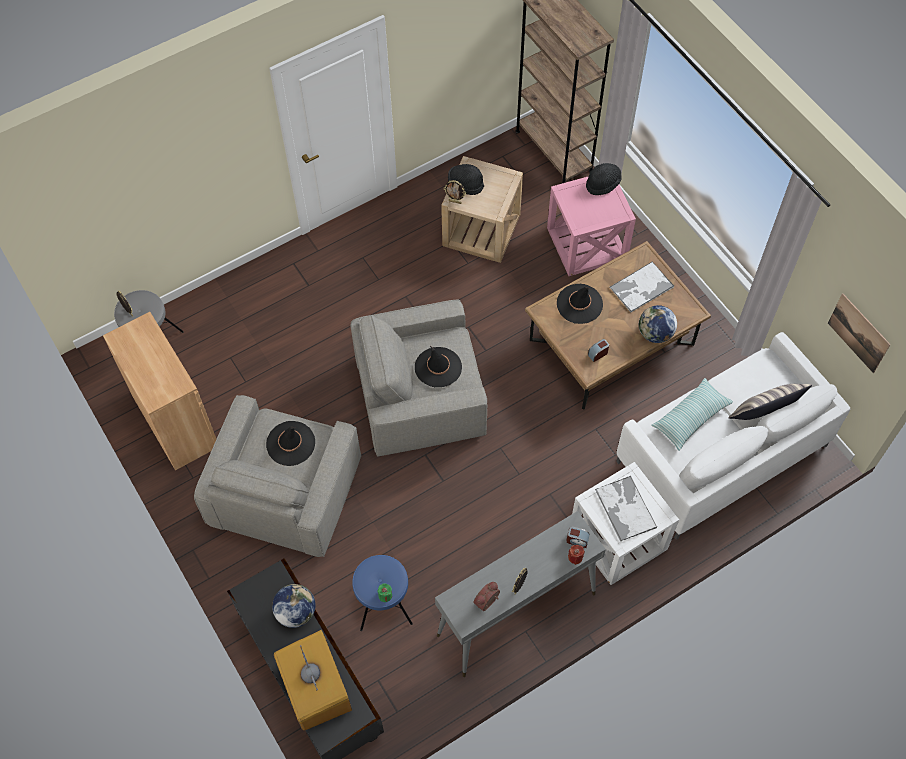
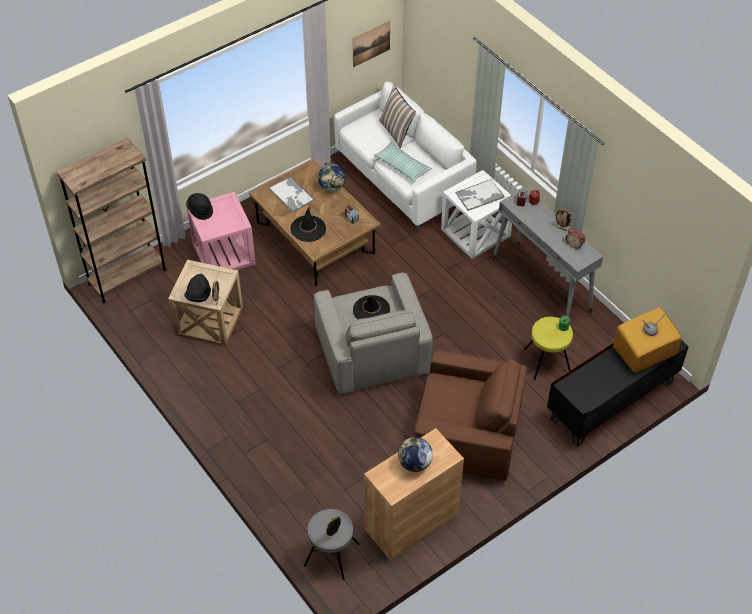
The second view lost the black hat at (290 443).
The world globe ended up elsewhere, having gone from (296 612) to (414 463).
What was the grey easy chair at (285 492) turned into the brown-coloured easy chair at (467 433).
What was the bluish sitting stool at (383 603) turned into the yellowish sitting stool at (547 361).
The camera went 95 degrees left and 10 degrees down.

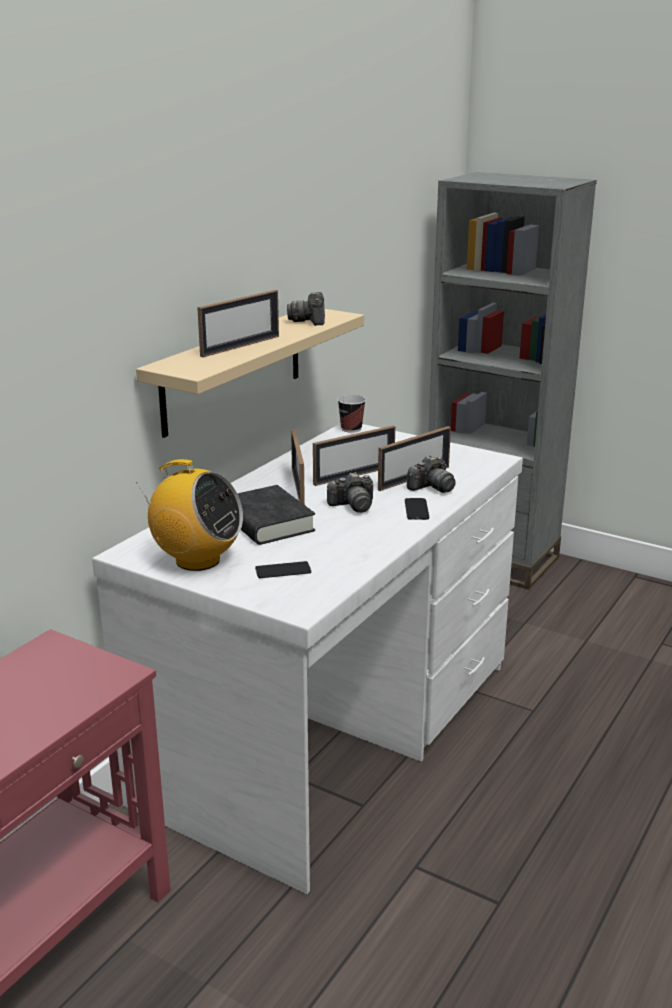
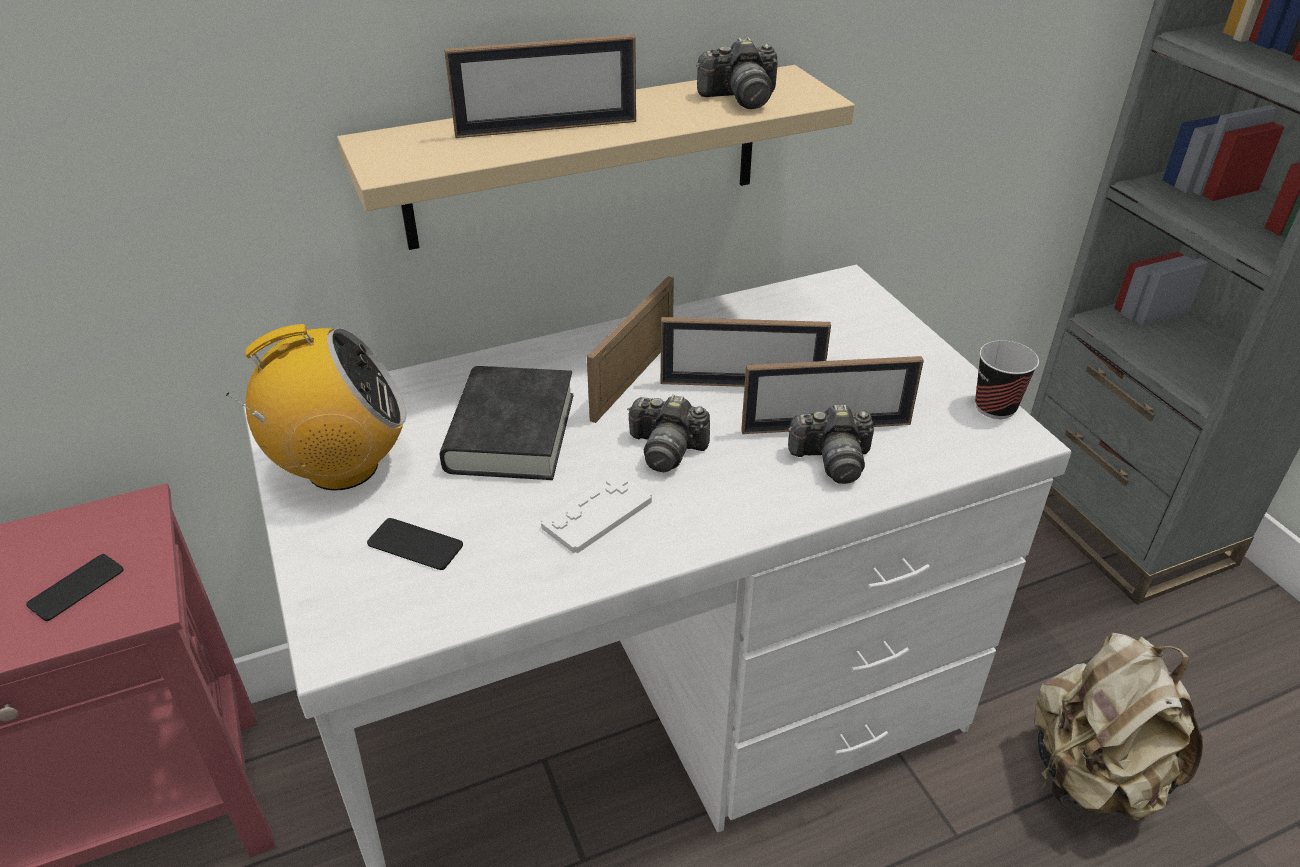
The second view gained the white-coloured game controller at (597 514).
The second view gained the beige rucksack at (1092 775).
The small cup ended up elsewhere, having gone from (351 429) to (995 407).
The handset ended up elsewhere, having gone from (416 509) to (76 588).
The radio at (197 560) ended up facing another way, 75 degrees counterclockwise from before.
The photo camera at (310 321) ended up facing another way, 135 degrees counterclockwise from before.
The camera went 35 degrees right and 15 degrees up.

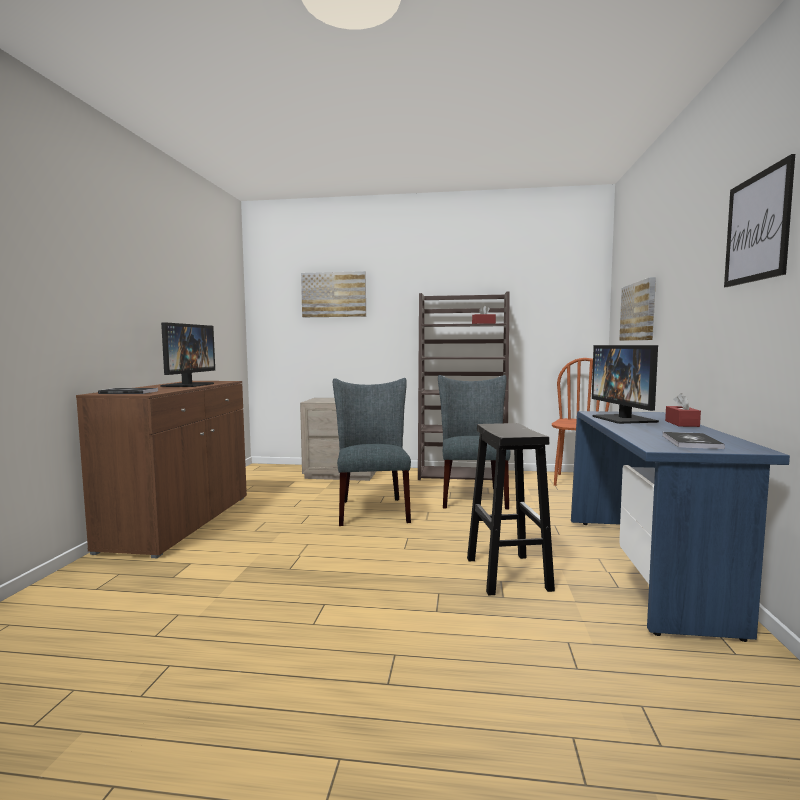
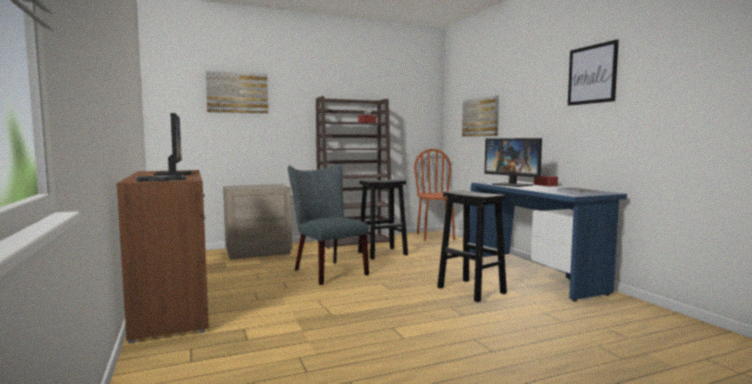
Where the grey upright chair stood at (472 496), the black sitting stool came to stand at (383 253).
The camera went 30 degrees left and 0 degrees up.

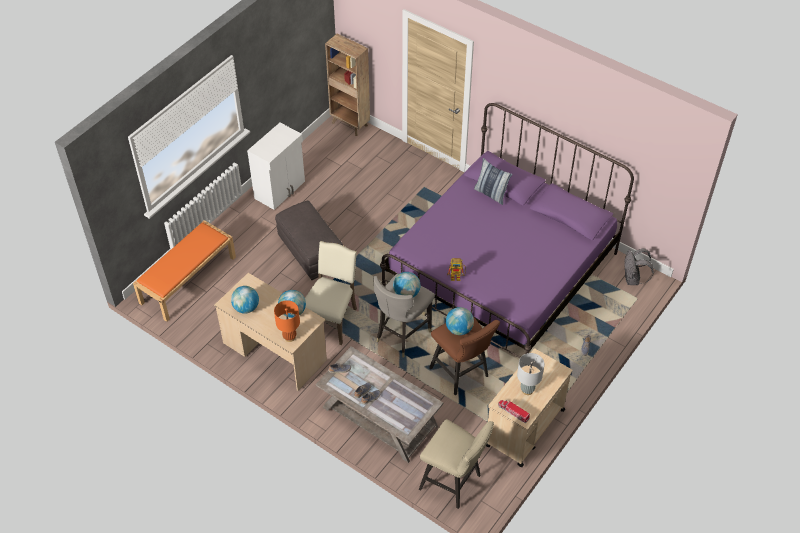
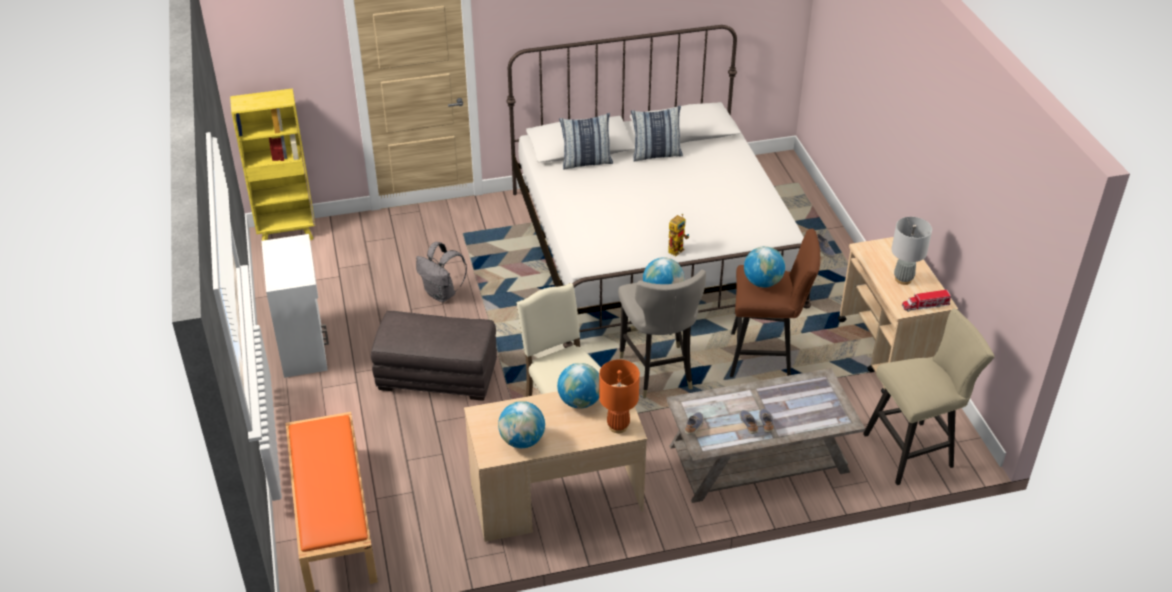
The second view gained the throw pillow at (656 154).
The grey rucksack ended up elsewhere, having gone from (633 279) to (442 294).
What was the brown-coloured bookcase at (350 124) turned into the yellowish bookcase at (288 234).
What was the purple sleeping bed at (500 269) turned into the white-coloured sleeping bed at (652 247).
The camera went 50 degrees left and 10 degrees down.

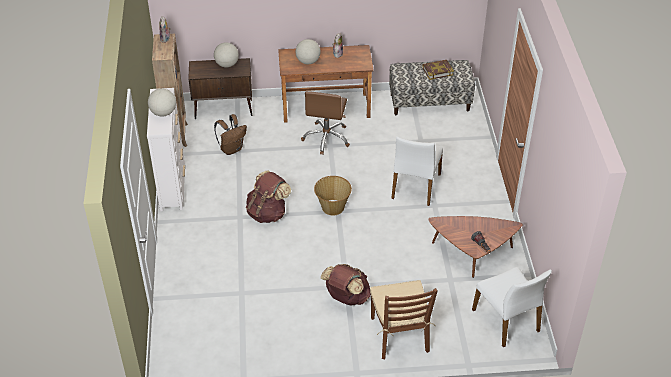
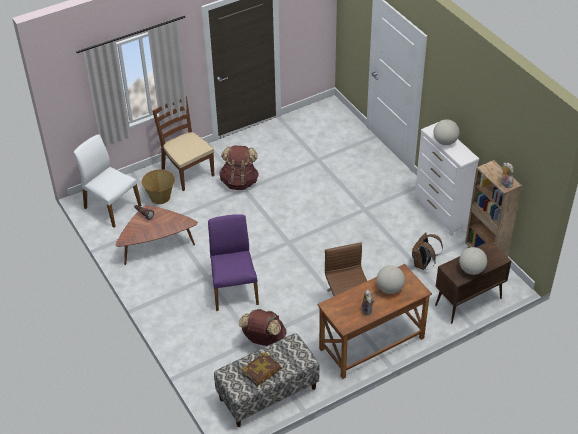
The brown-coloured rucksack ended up elsewhere, having gone from (268 213) to (263 339).
The household basket ended up elsewhere, having gone from (332 207) to (160 197).
What was the white-coloured upright chair at (415 186) turned into the purple upright chair at (234 289).
The camera went 155 degrees right and 0 degrees up.

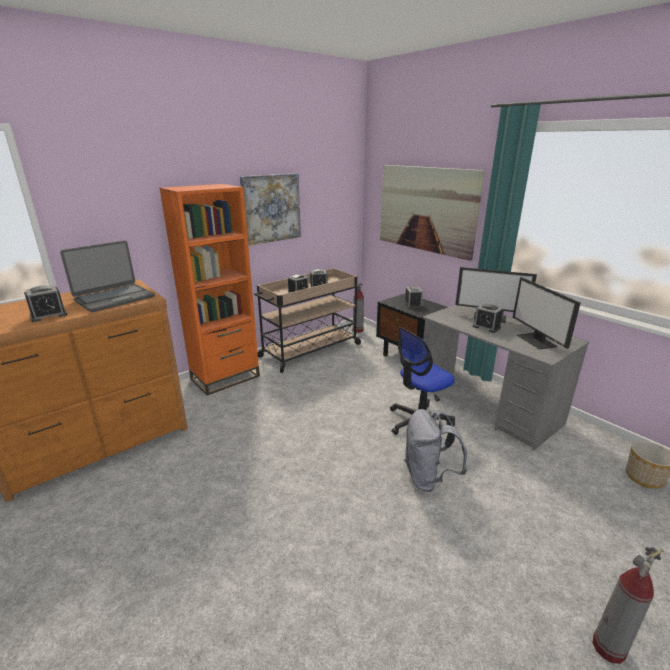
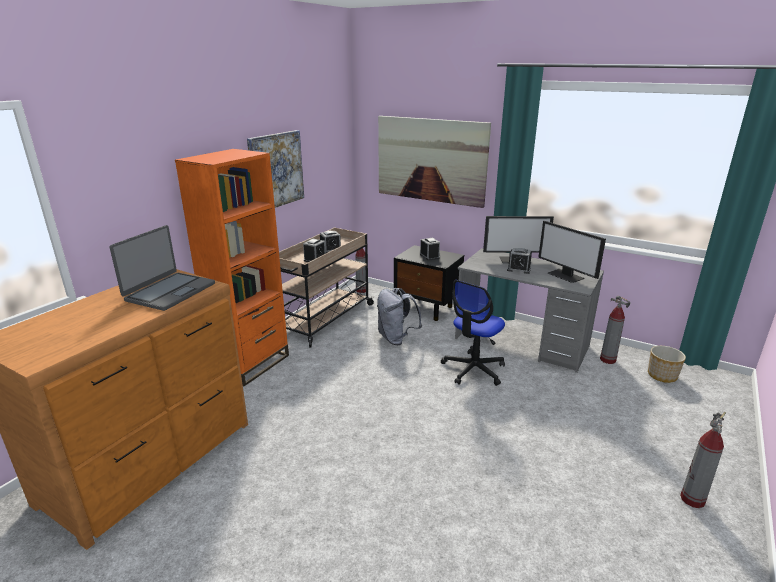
The second view lost the alarm clock at (48 315).
The second view gained the extinguisher at (607 360).
The grey rucksack ended up elsewhere, having gone from (428 478) to (396 339).
The camera went 20 degrees left and 0 degrees up.

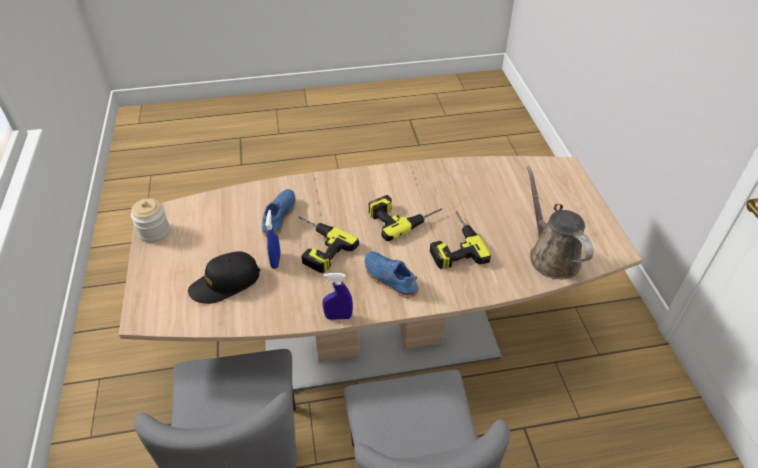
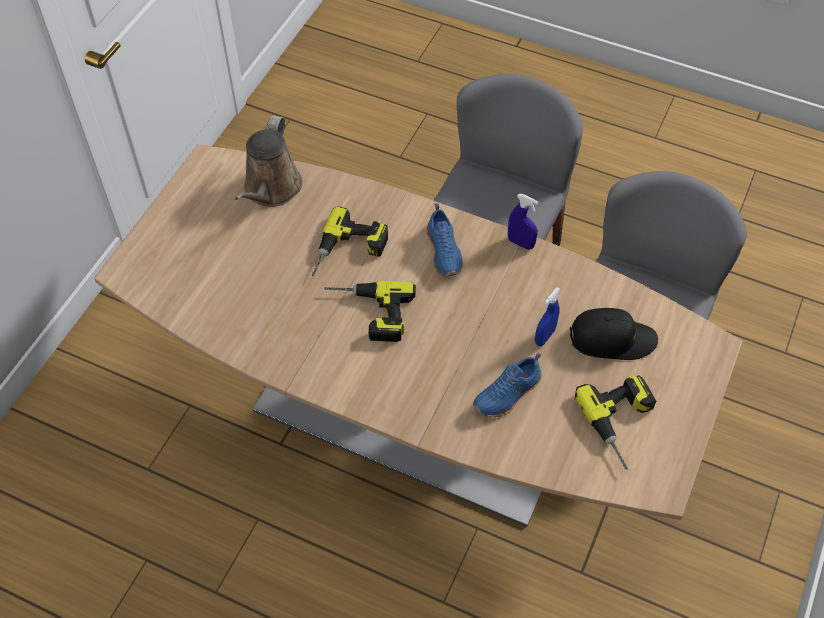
The second view lost the jar at (154 232).
The power drill ended up elsewhere, having gone from (316 246) to (624 423).
The camera went 145 degrees left and 10 degrees up.

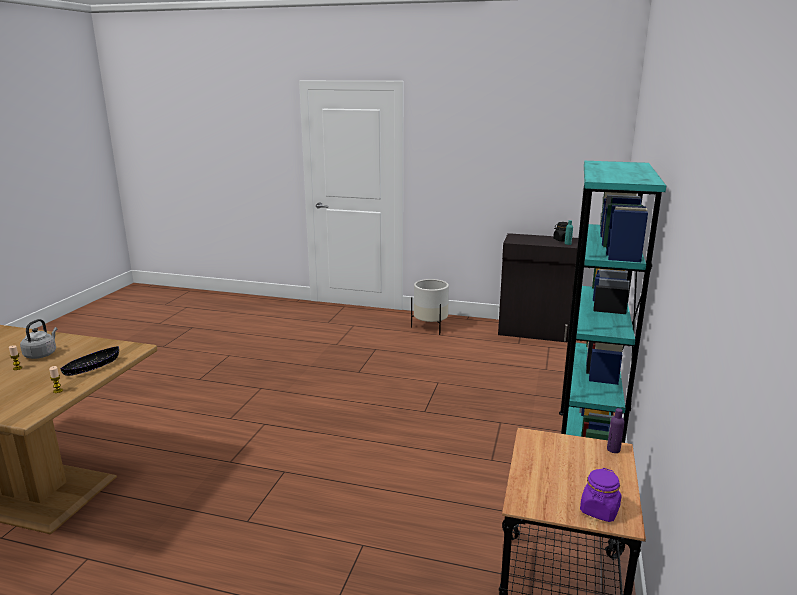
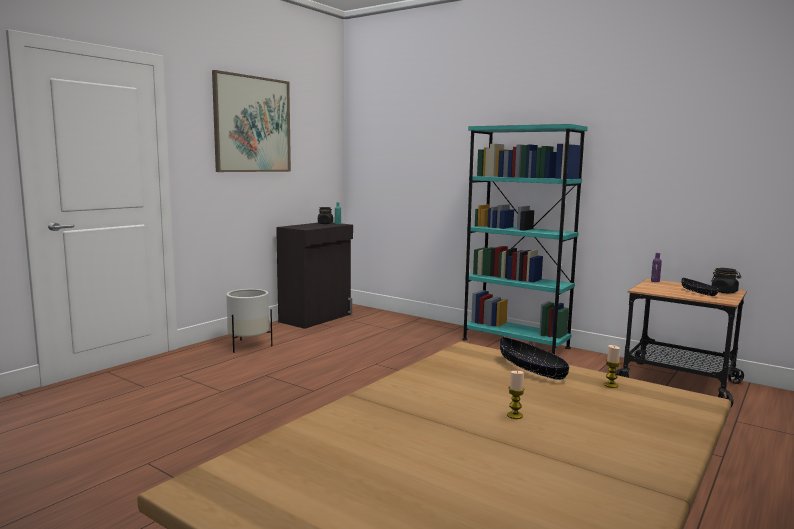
The second view lost the grey water kettle at (42 354).
The second view gained the picture at (252 124).
The second view gained the black serving bowl at (699 292).
What was the purple jar at (599 510) turned into the black jar at (724 292).
The camera went 70 degrees left and 10 degrees down.

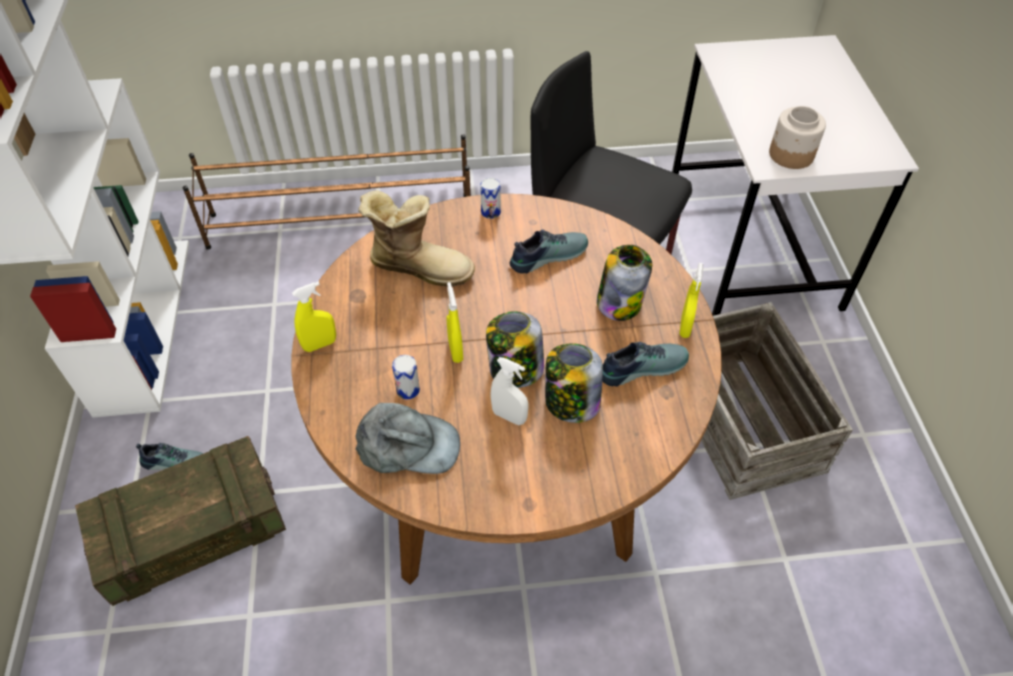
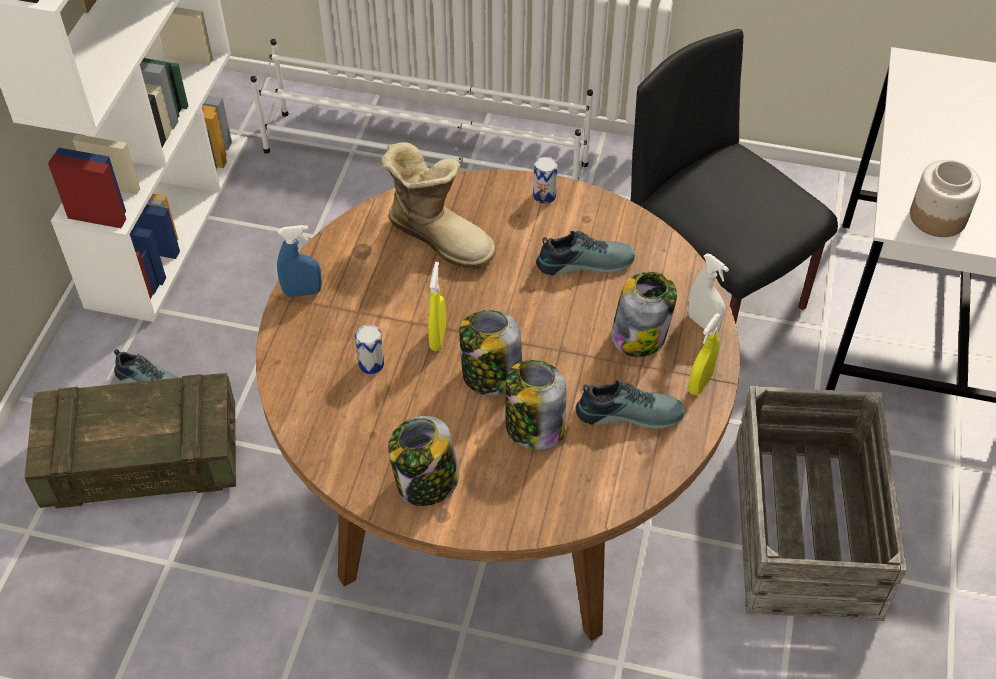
The second view lost the grey cap at (408 445).
The second view gained the jar at (426 483).
The white-coloured spray bottle ended up elsewhere, having gone from (509 416) to (703 323).
What was the brown-coloured shoe shelf at (342 222) turned into the white-coloured shoe shelf at (426 159).
What was the yellowish spray bottle at (320 344) turned into the bluish spray bottle at (302 292).
The camera went 20 degrees right and 0 degrees up.

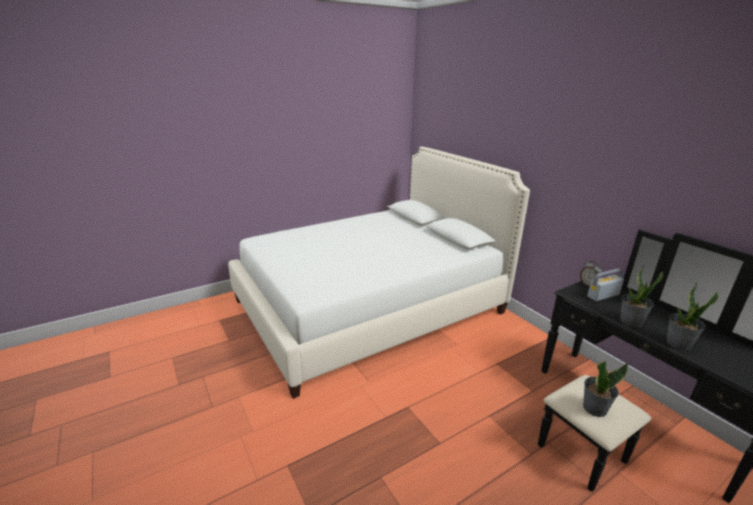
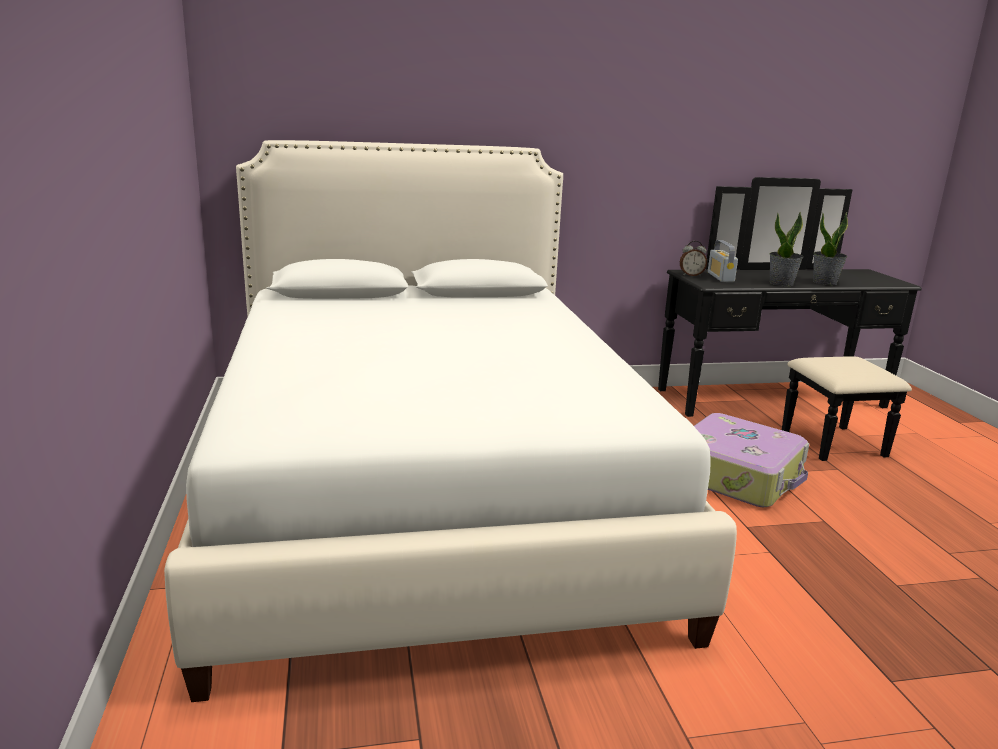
The second view lost the houseplant at (594 408).
The second view gained the suitcase at (737 475).
The camera went 70 degrees left and 5 degrees down.

